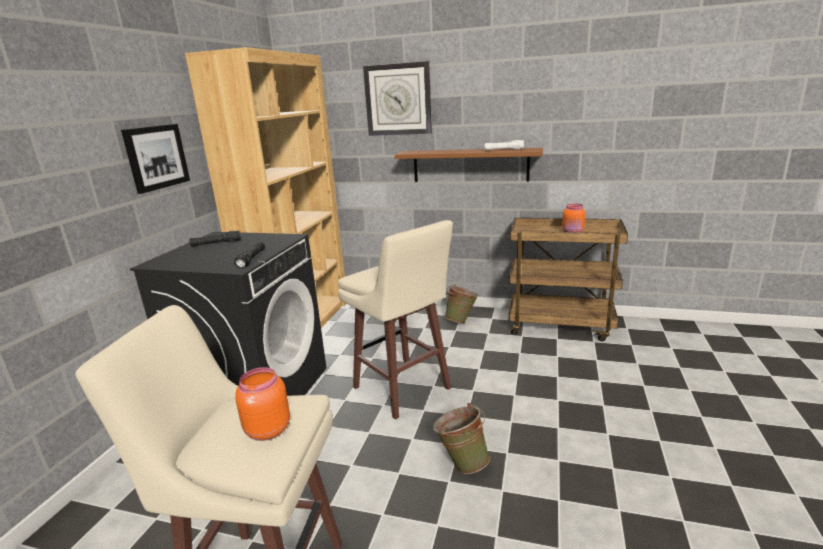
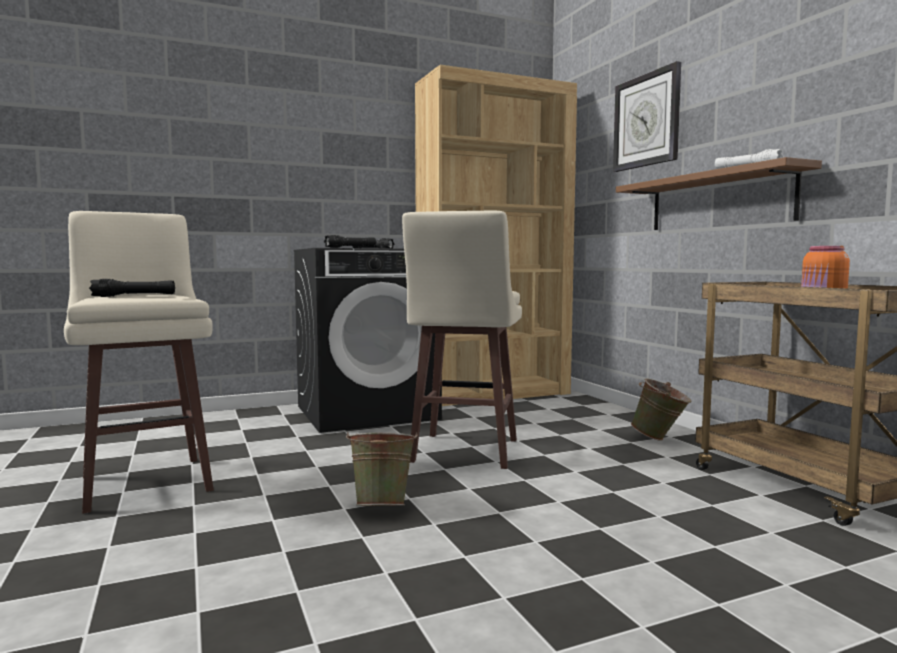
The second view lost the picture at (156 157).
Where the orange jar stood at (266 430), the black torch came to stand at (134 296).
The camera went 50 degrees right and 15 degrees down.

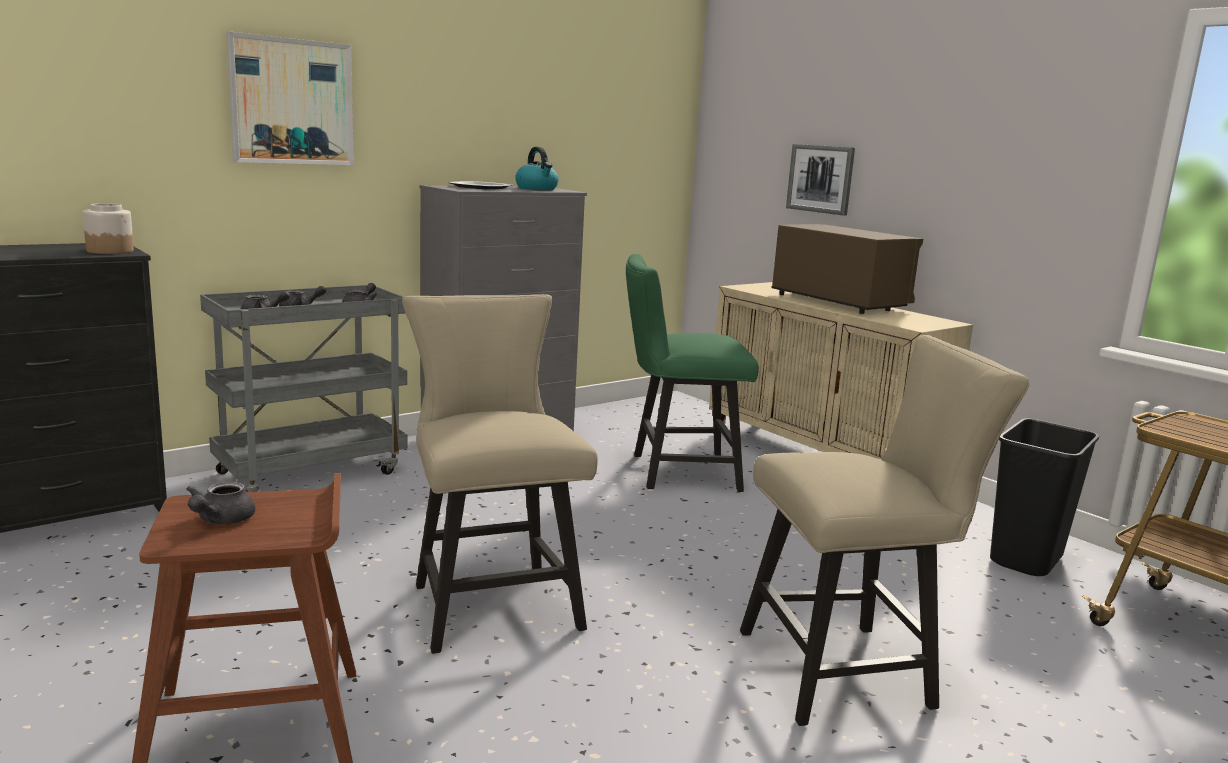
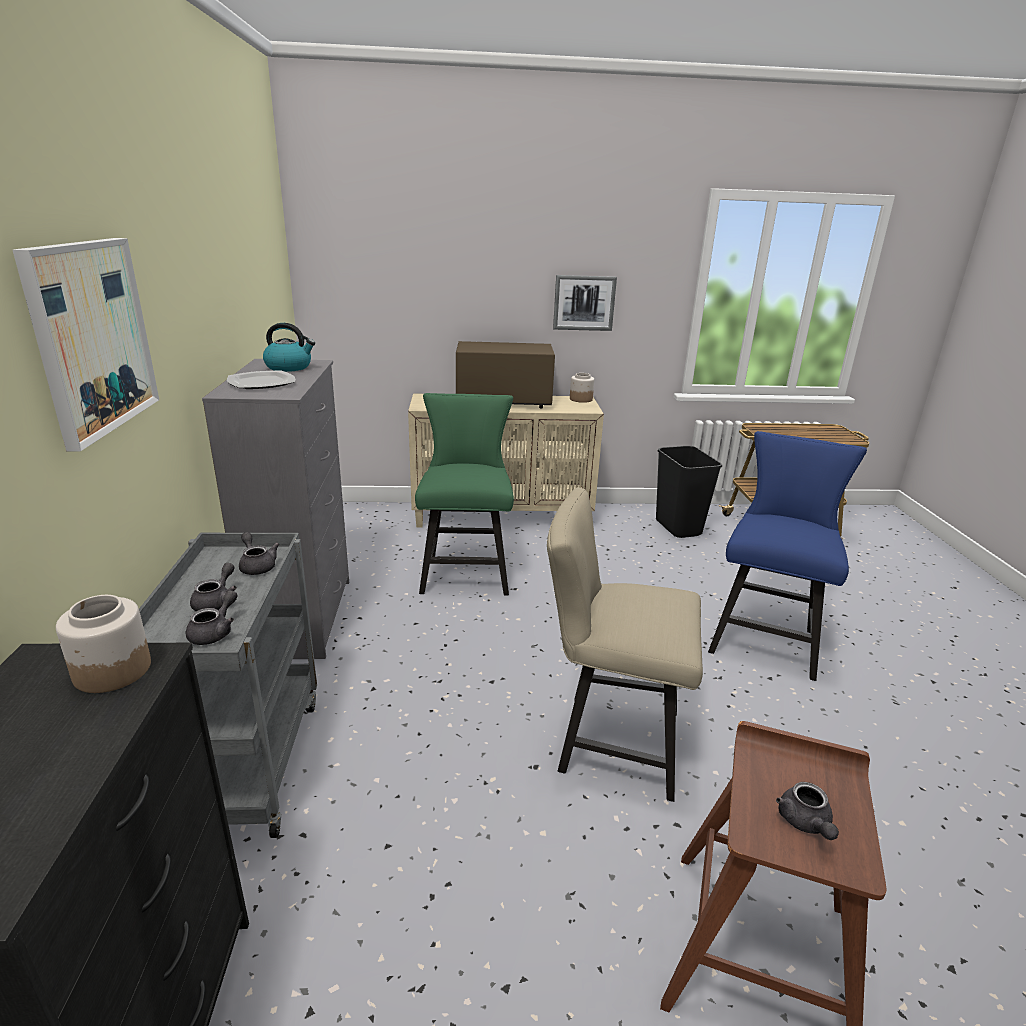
The second view gained the jar at (580 399).
The picture ended up elsewhere, having gone from (820 179) to (584 303).
What was the beige upright chair at (849 669) turned into the bluish upright chair at (765 637).
The grey tea pot at (220 520) ended up facing another way, 45 degrees clockwise from before.
The greenish upright chair at (676 472) ended up facing another way, 150 degrees clockwise from before.
The camera went 55 degrees left and 10 degrees up.

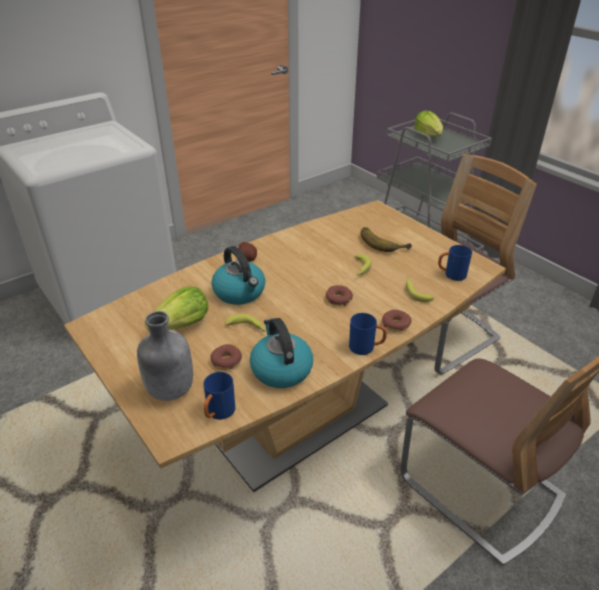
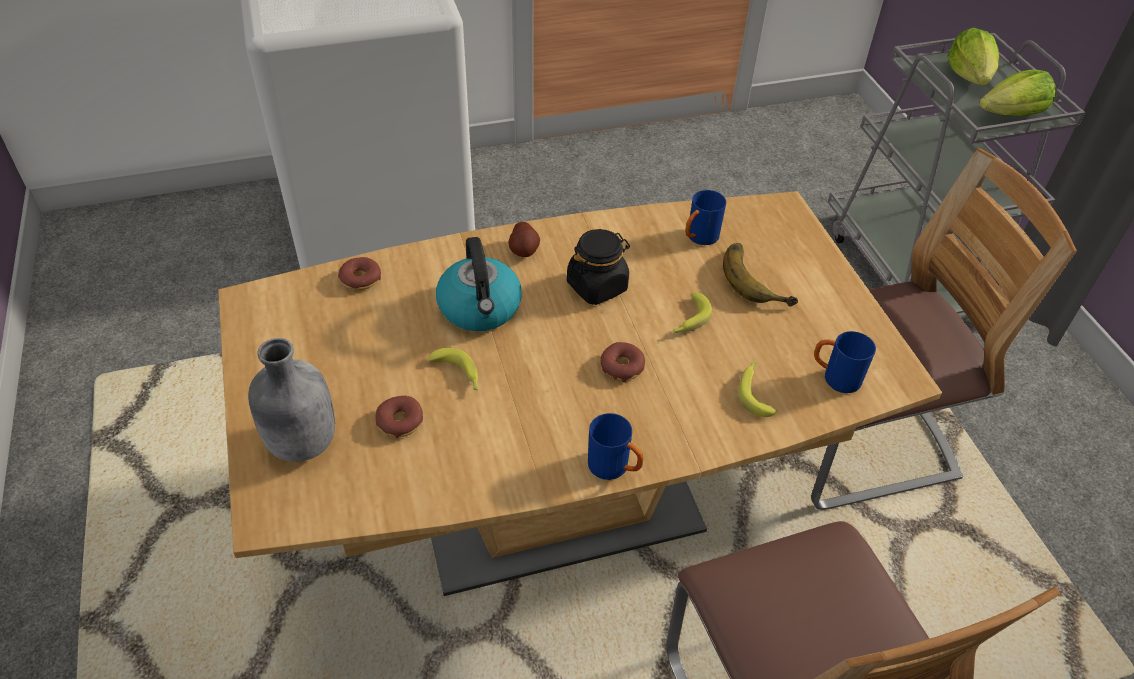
The second view lost the water kettle at (280 369).
The second view gained the black jar at (597 286).
The lettuce ended up elsewhere, having gone from (182 325) to (1011 115).
The bluish coffee mug ended up elsewhere, having gone from (218 413) to (698 238).
The ring doughnut ended up elsewhere, having gone from (395 324) to (360 279).
The camera went 20 degrees right and 10 degrees up.

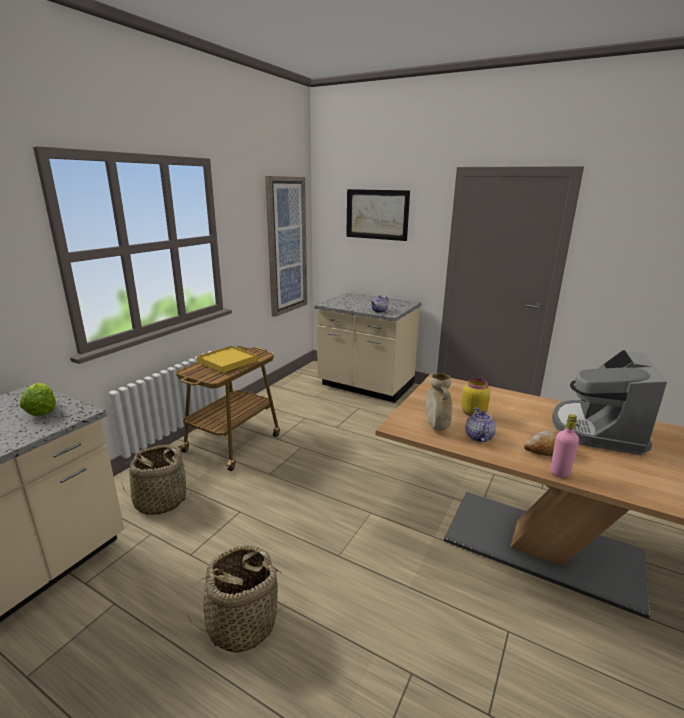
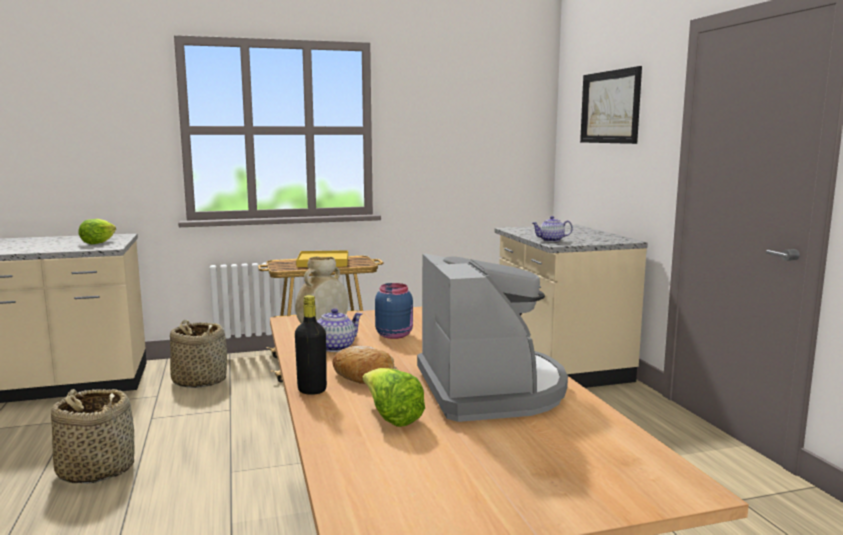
The second view lost the picture at (286 246).
The second view gained the lettuce at (391 417).
What was the yellowish jar at (473 413) turned into the bluish jar at (395 335).
What was the pink-coloured beverage bottle at (559 473) turned into the black beverage bottle at (312 390).
The coffee machine at (597 430) ended up facing another way, 105 degrees clockwise from before.
The camera went 45 degrees right and 10 degrees down.

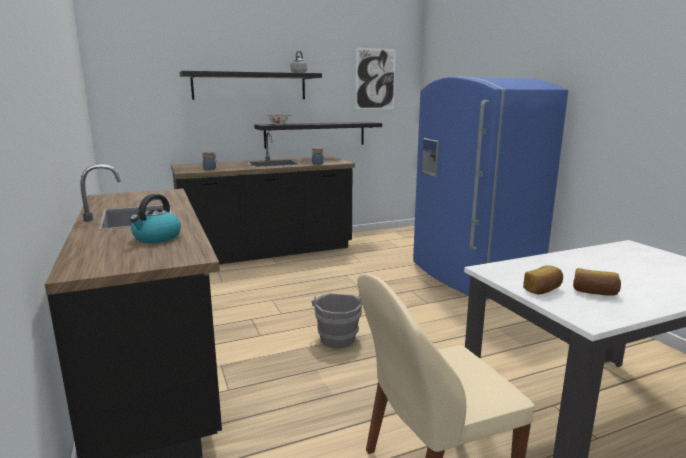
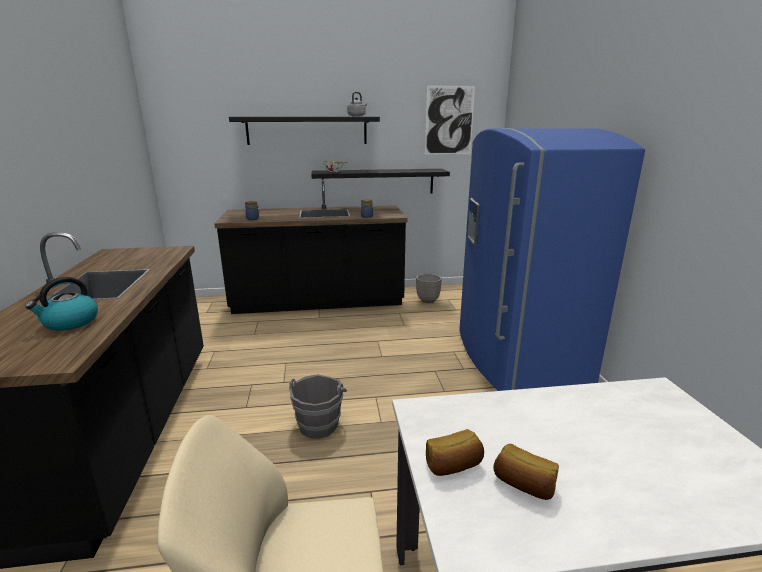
The second view gained the plant pot at (427 300).
The camera went 15 degrees right and 5 degrees up.

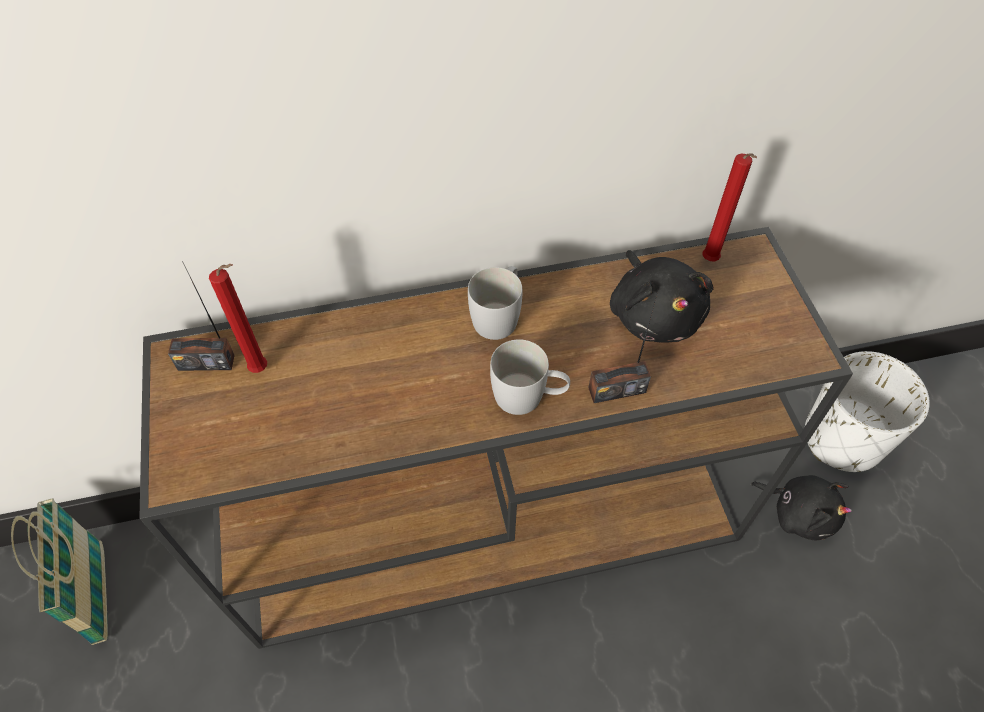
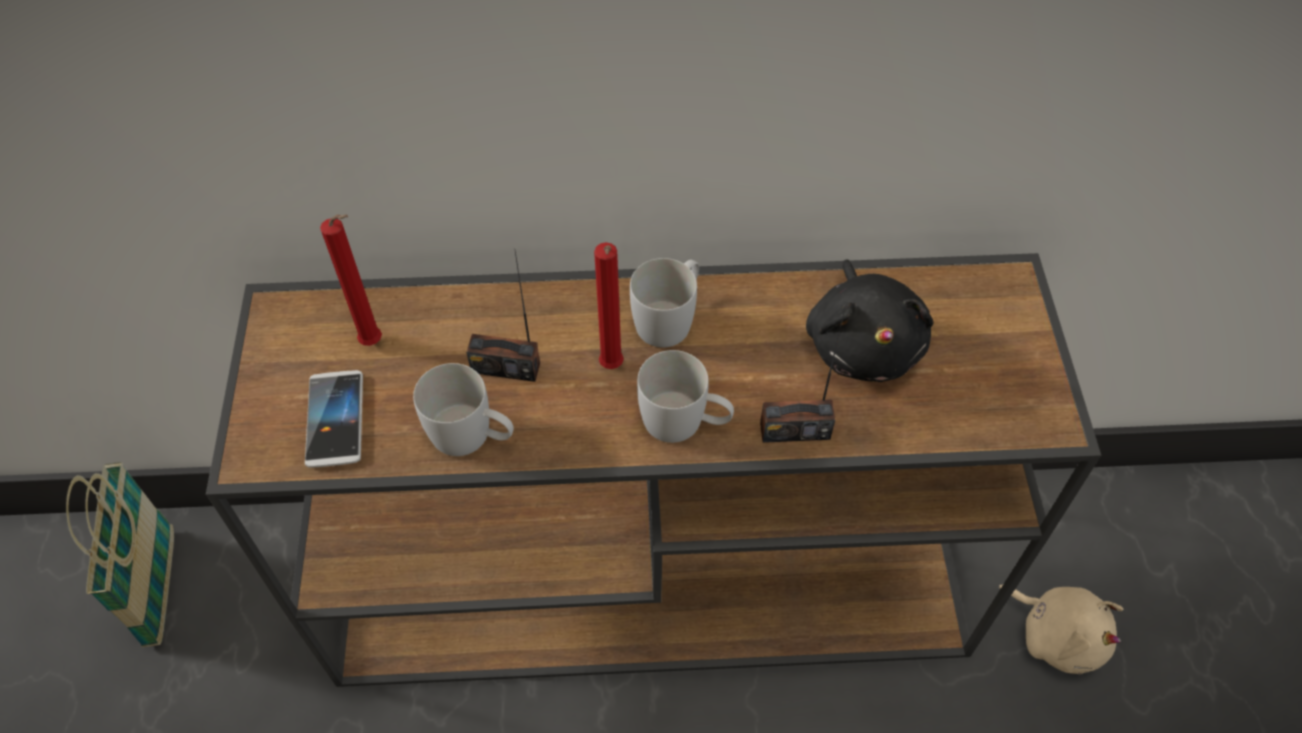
The second view lost the white-coloured plant pot at (842 439).
The second view gained the handset at (335 419).
The second view gained the white-coloured coffee mug at (472 436).
The radio ended up elsewhere, having gone from (206 362) to (505 367).
The red candle ended up elsewhere, having gone from (710 262) to (611 368).
What was the black cuddly toy at (798 513) turned into the beige cuddly toy at (1057 635).
The camera went 10 degrees right and 0 degrees up.

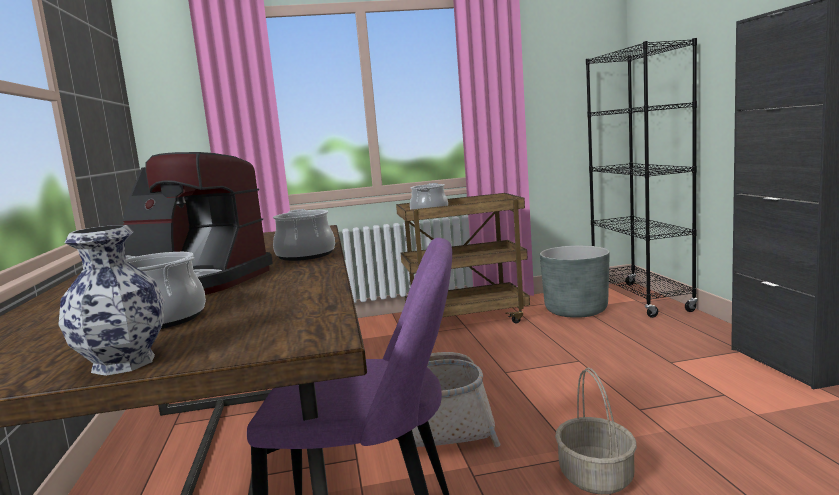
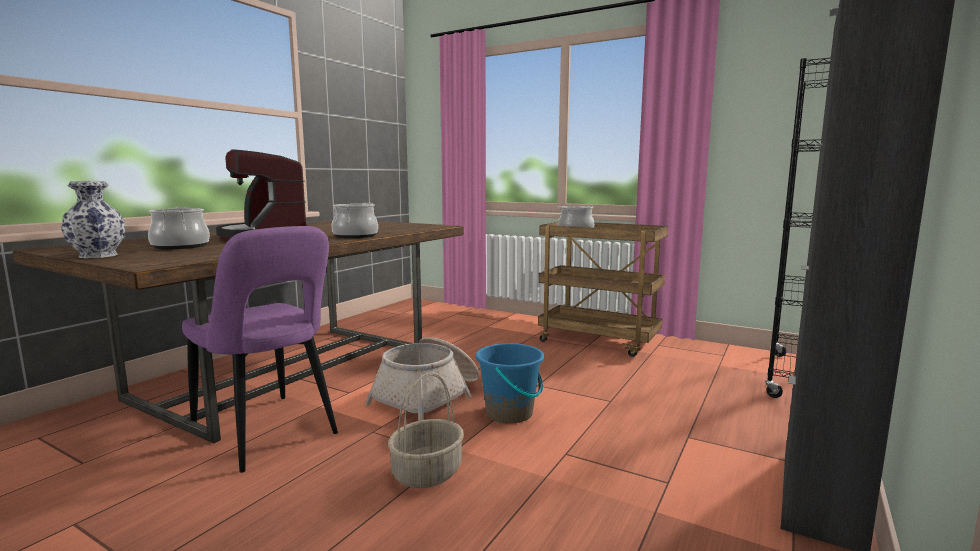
The second view lost the grey plant pot at (576 310).
The second view gained the bluish water bucket at (510 413).
The camera went 40 degrees right and 0 degrees up.

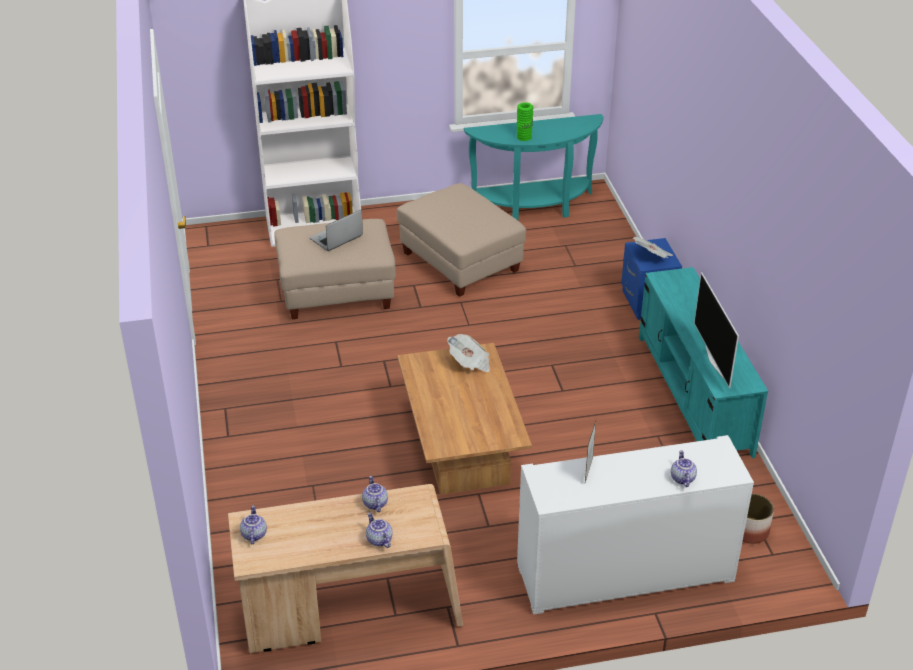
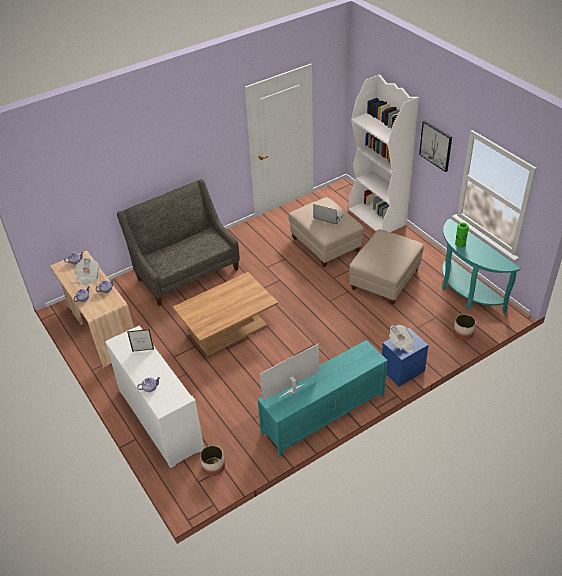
The second view gained the grey sofa at (185 271).
The second view gained the picture at (436 145).
The second view gained the plant pot at (463 333).
The newspaper ended up elsewhere, having gone from (470 363) to (88 277).
The camera went 70 degrees right and 5 degrees up.

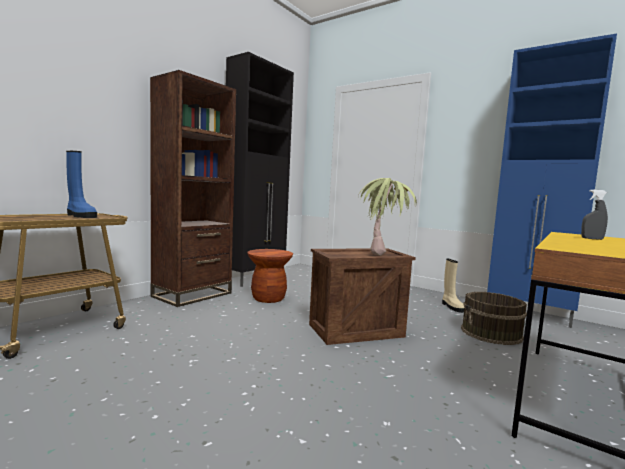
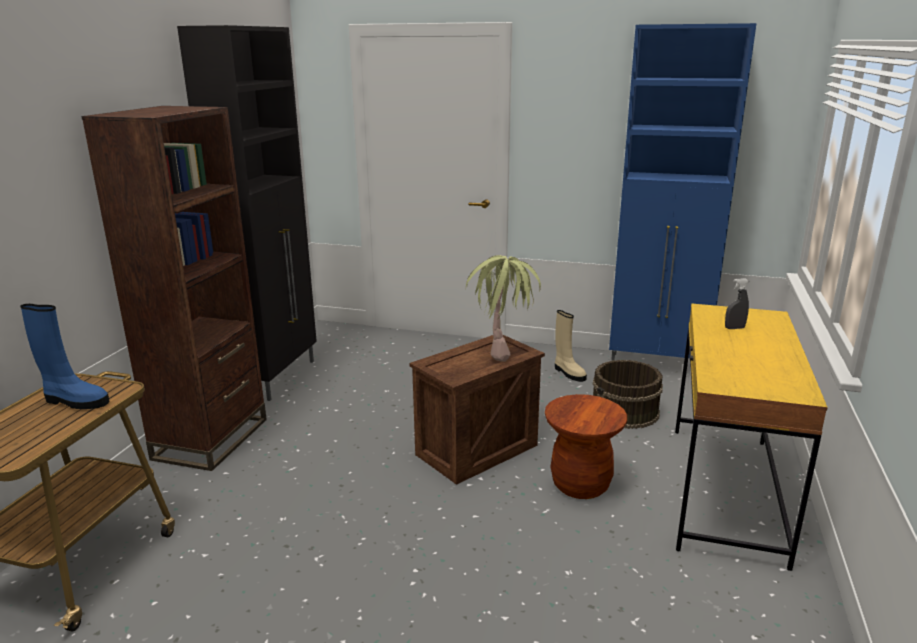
The brown-coloured sitting stool ended up elsewhere, having gone from (268 298) to (580 484).
The camera went 20 degrees left and 15 degrees up.

